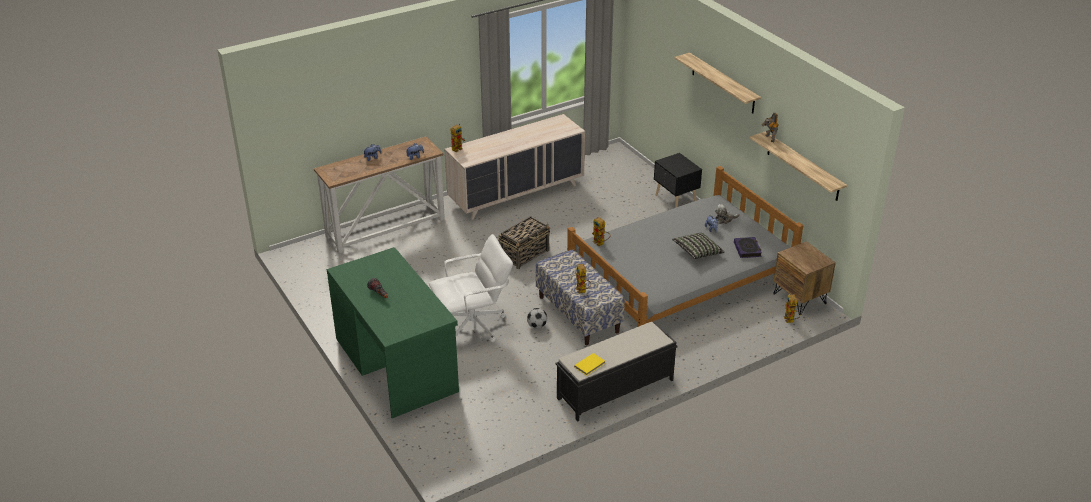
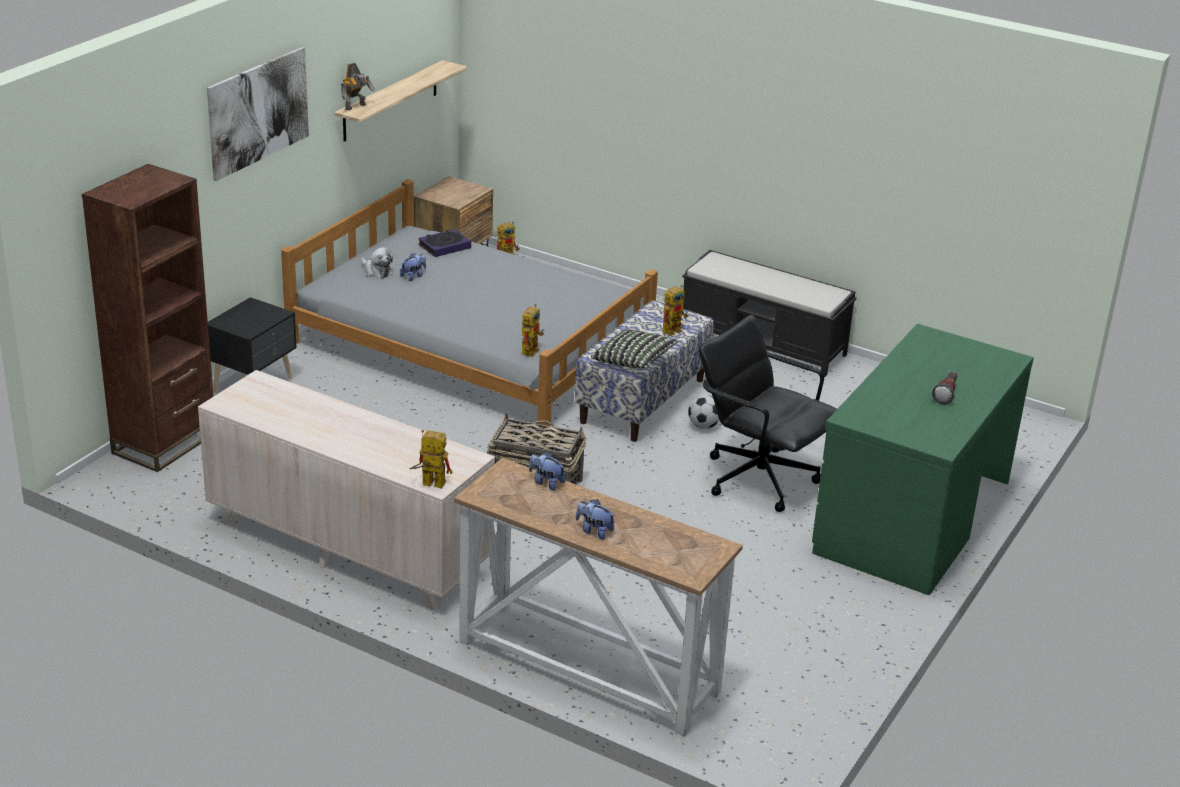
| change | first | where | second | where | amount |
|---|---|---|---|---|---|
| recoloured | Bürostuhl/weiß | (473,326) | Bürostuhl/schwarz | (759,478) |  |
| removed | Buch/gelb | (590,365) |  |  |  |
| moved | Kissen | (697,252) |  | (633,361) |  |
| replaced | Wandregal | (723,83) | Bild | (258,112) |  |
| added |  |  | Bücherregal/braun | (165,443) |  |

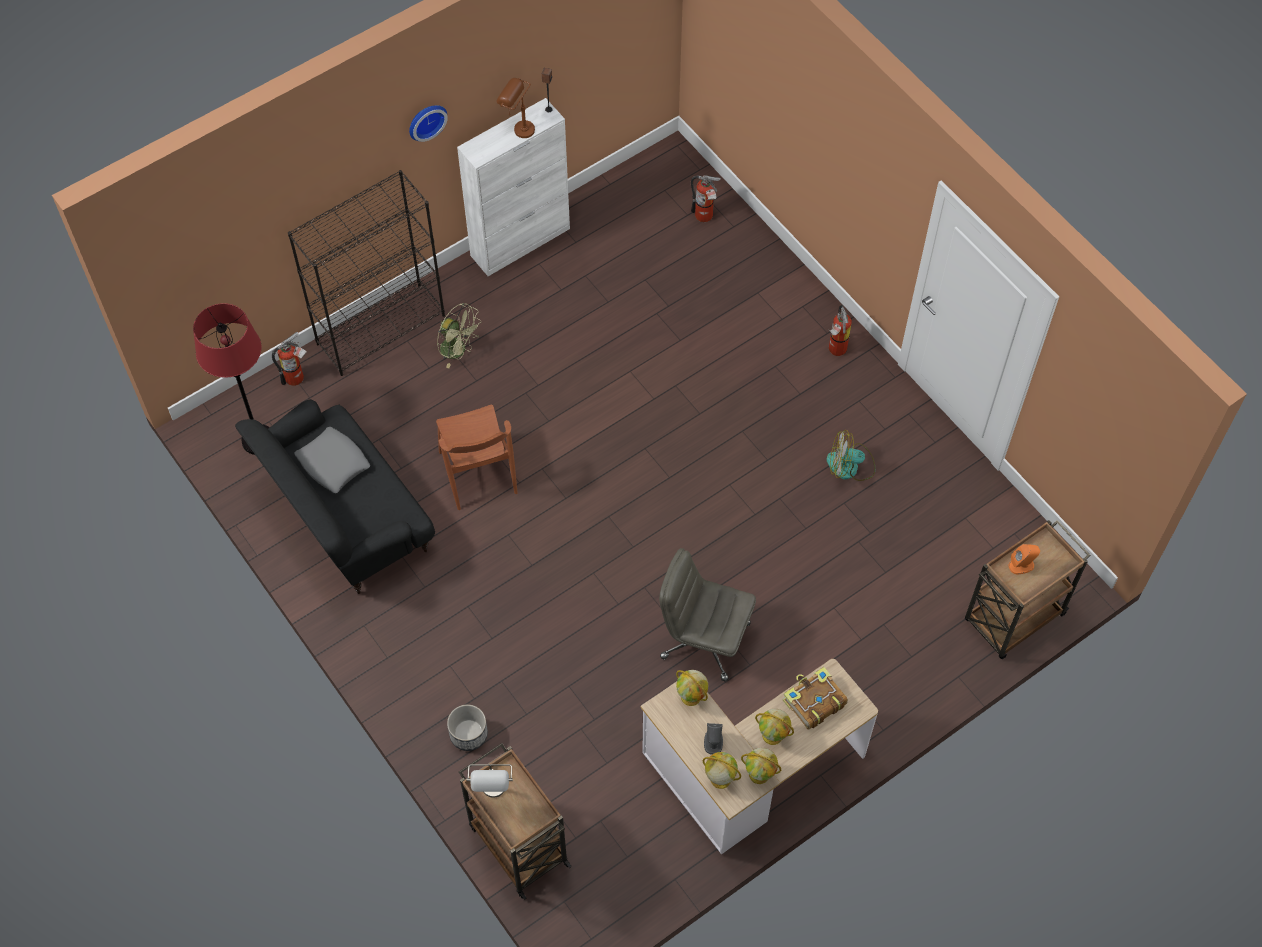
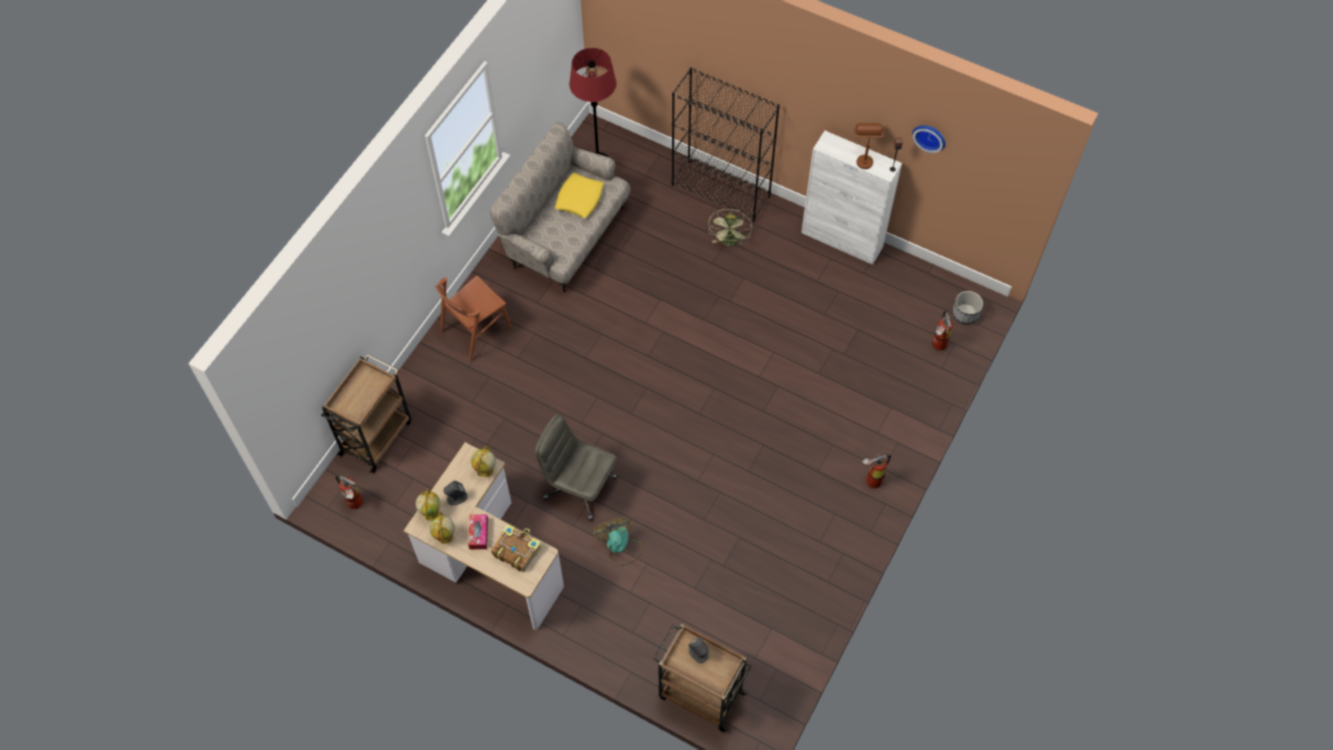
| change | first | where | second | where | amount |
|---|---|---|---|---|---|
| recoloured | Sofa/schwarz | (346,518) | Sofa/beige | (566,236) |  |
| moved | Feuerlöscher | (297,378) |  | (355,504) |  |
| recoloured | Kissen/grau | (333,463) | Kissen/gelb | (579,198) |  |
| moved | Wanduhr | (426,120) |  | (930,136) |  |
| moved | Stuhl/braun | (478,472) |  | (476,330) |  |
| moved | Pflanzkübel | (469,734) |  | (965,314) |  |
| removed | Tischlampe/grau | (494,794) |  |  |  |
| turned | Bürostuhl/grau | (704,640) |  | (579,487) | 60 degrees counterclockwise |
| replaced | Globus | (773,735) | Taschentuchbox | (478,534) |  |
| moved | Ventilator | (850,466) |  | (620,546) |  |
| recoloured | Lautsprecher/orange | (1021,565) | Lautsprecher/grau | (698,653) |  |

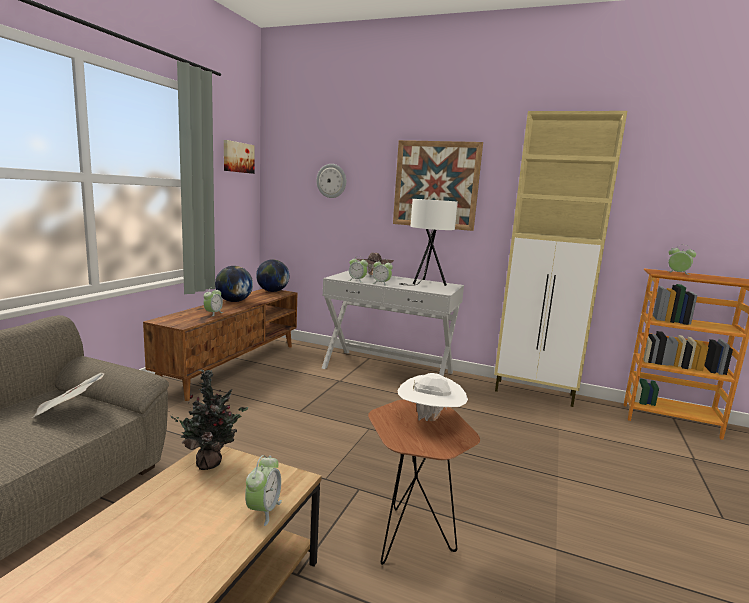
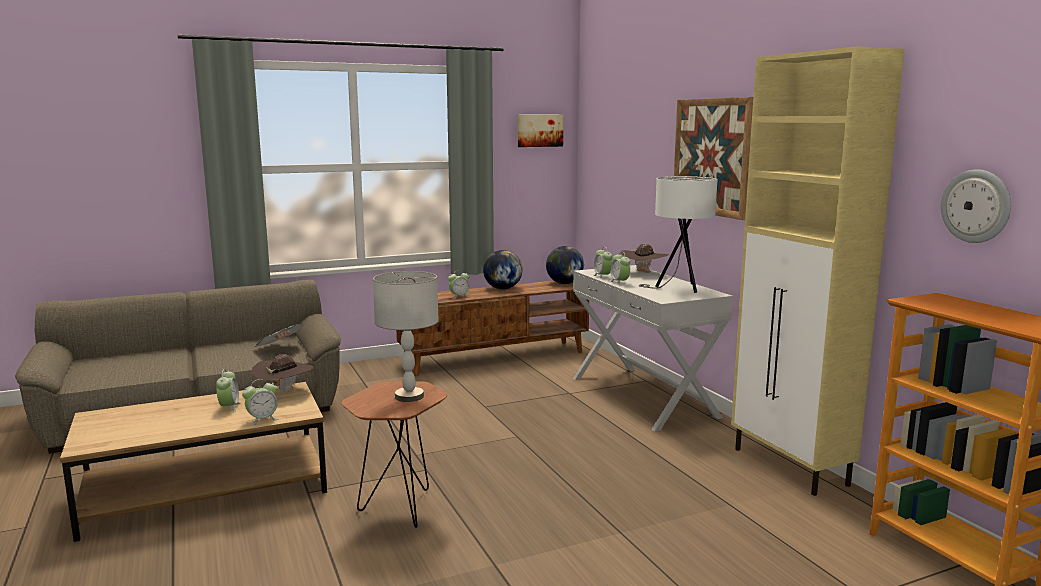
| change | first | where | second | where | amount |
|---|---|---|---|---|---|
| replaced | Topfpflanze | (210,462) | Hut/braun | (284,392) |  |
| moved | Wanduhr | (331,181) |  | (976,206) |  |
| replaced | Hut/weiß | (430,419) | Tischlampe/grau | (409,397) |  |
| moved | Wecker | (677,273) |  | (229,407) |  |

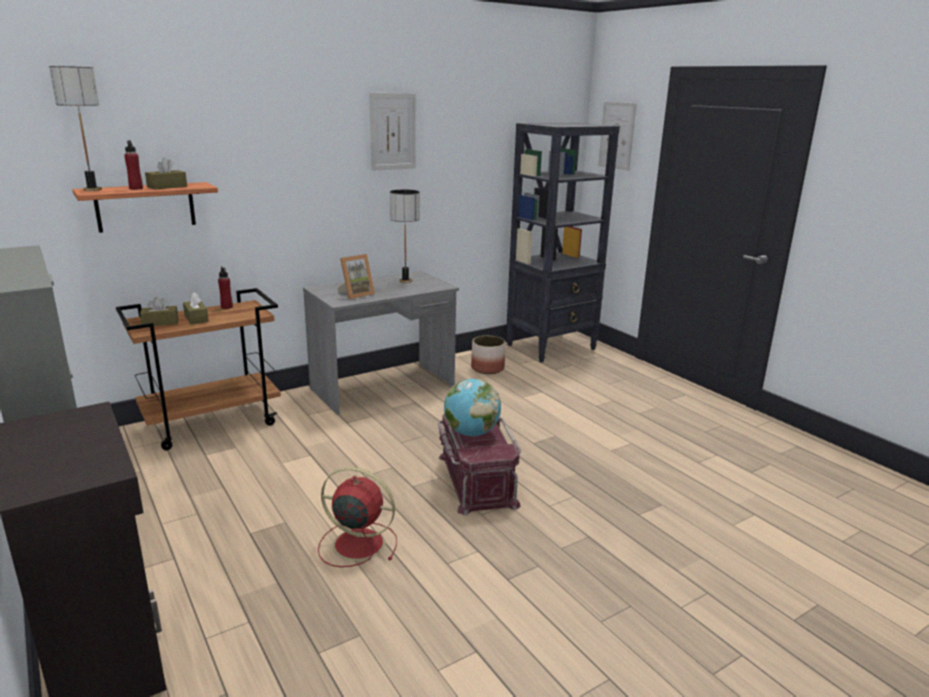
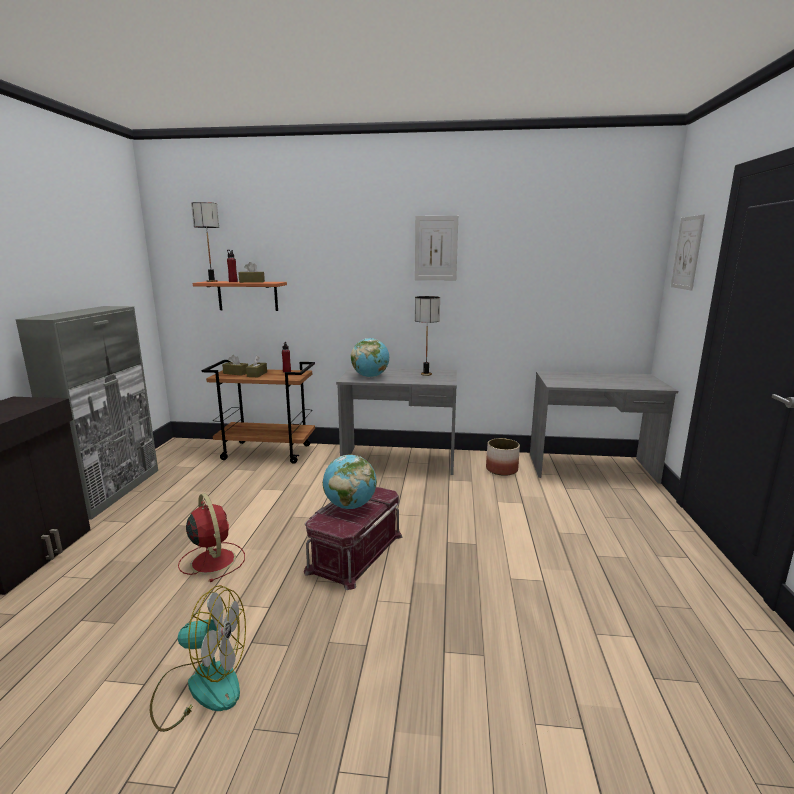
| change | first | where | second | where | amount |
|---|---|---|---|---|---|
| replaced | Bilderrahmen | (356,294) | Globus | (370,376) |  |
| replaced | Bücherregal/schwarz | (552,347) | Schreibtisch/grau | (591,468) |  |
| added |  |  | Ventilator | (201,686) |  |

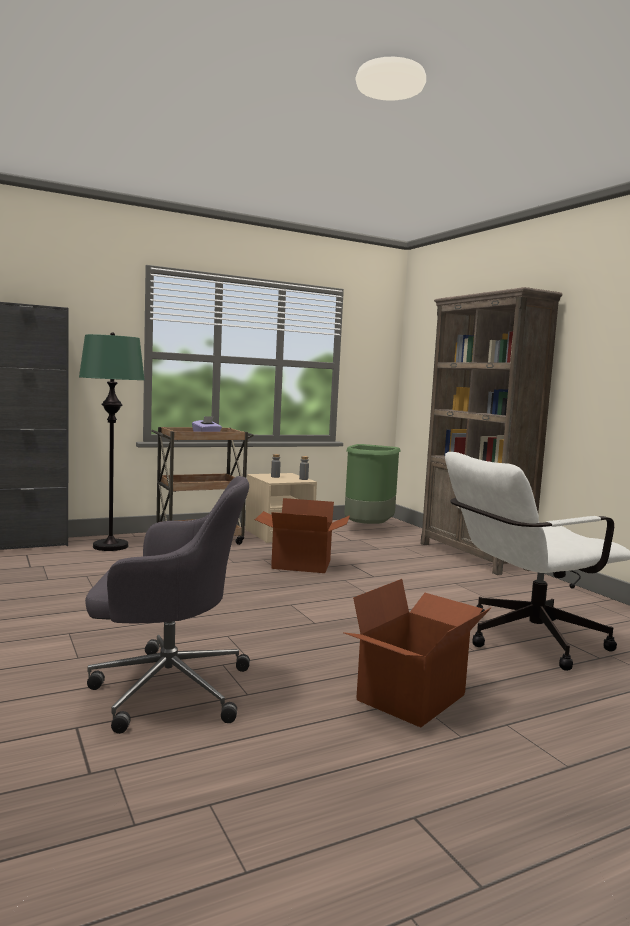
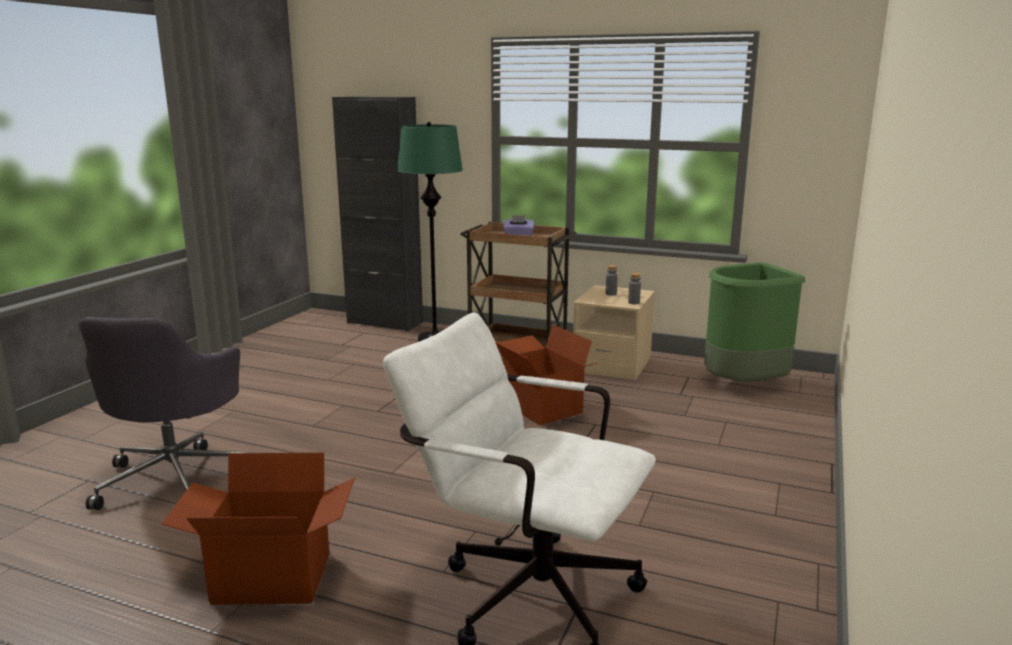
| change | first | where | second | where | amount |
|---|---|---|---|---|---|
| turned | Bürostuhl/grau | (166,688) |  | (177,478) | 45 degrees clockwise |
| removed | Bücherregal/braun | (473,556) |  |  |  |

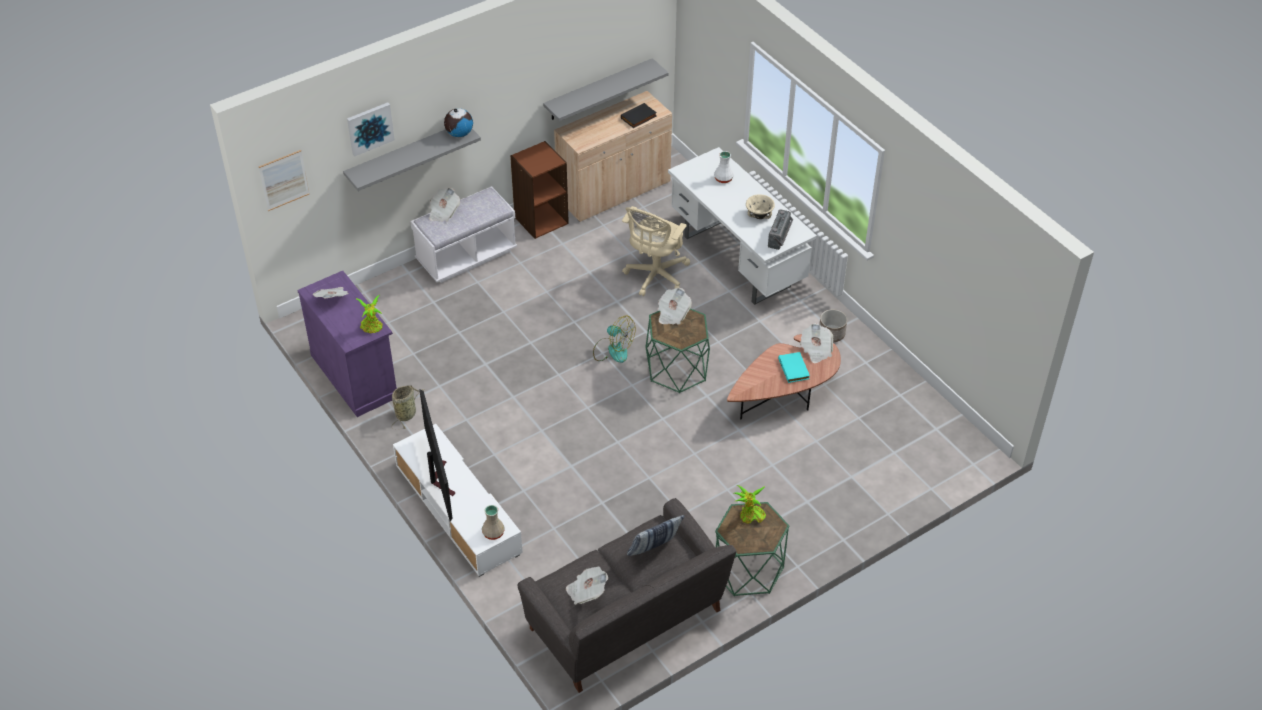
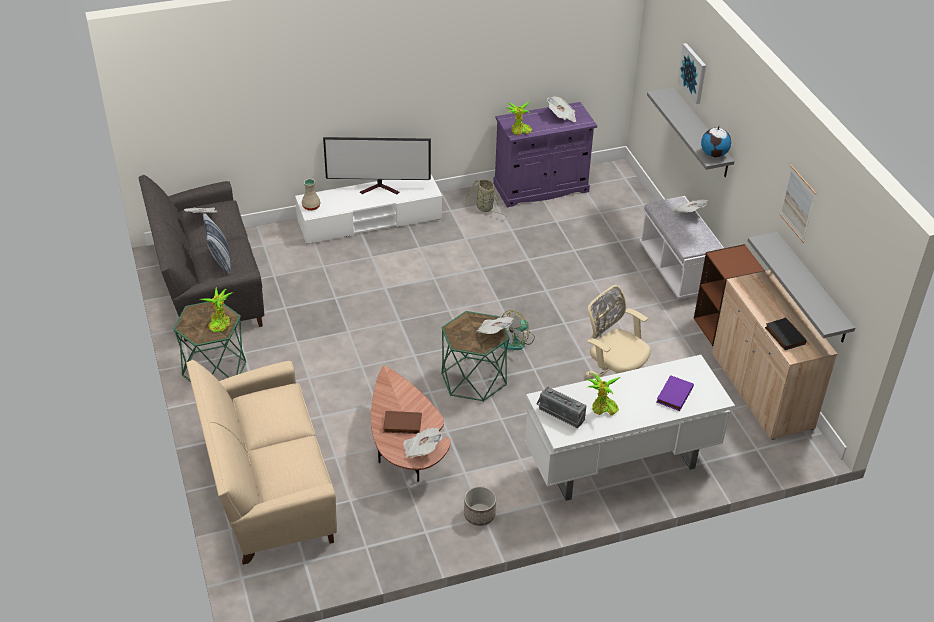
| change | first | where | second | where | amount |
|---|---|---|---|---|---|
| moved | Bild | (284,180) |  | (797,203) |  |
| replaced | Vase/weiß | (723,179) | Buch/lila | (673,394) |  |
| replaced | Schüssel/beige | (759,215) | Topfpflanze | (602,408) |  |
| recoloured | Buch/türkis | (794,369) | Buch/braun | (402,425) |  |
| added |  |  | Sofa/beige | (267,489) |  |

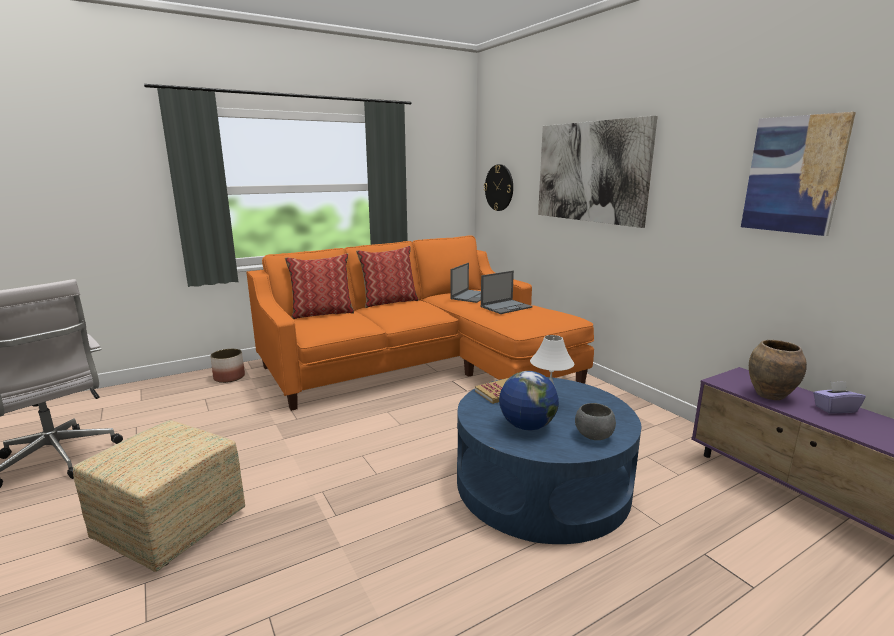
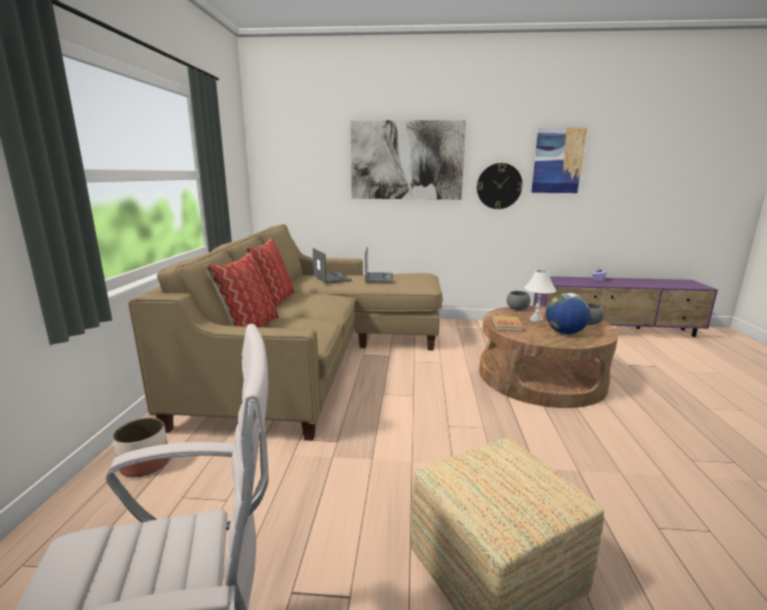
| change | first | where | second | where | amount |
|---|---|---|---|---|---|
| recoloured | Sofa/orange | (423,365) | Sofa/beige | (316,355) |  |
| recoloured | Couchtisch/blau | (541,482) | Couchtisch/braun | (540,376) |  |
| moved | Wanduhr | (499,187) |  | (499,186) |  |
| removed | Vase/braun | (769,395) |  |  |  |
| added |  |  | Schüssel/grau | (517,309) |  |

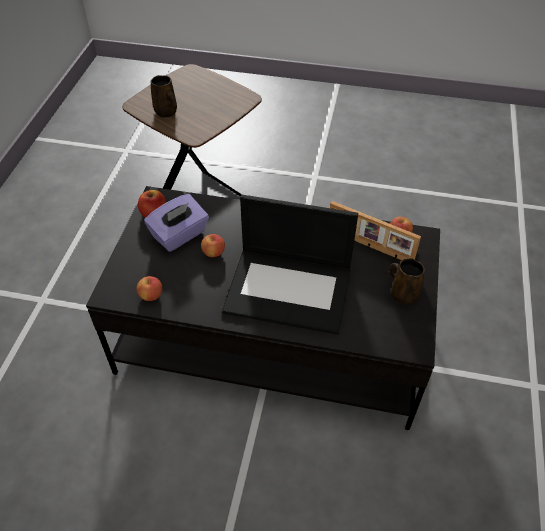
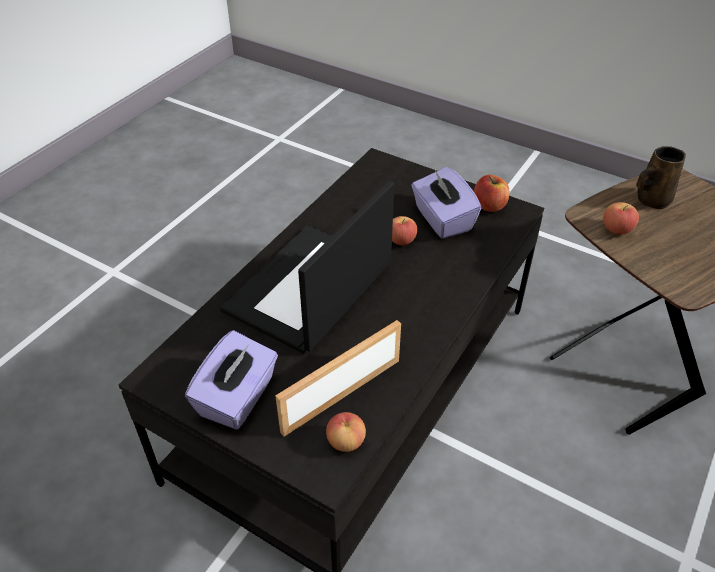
| change | first | where | second | where | amount |
|---|---|---|---|---|---|
| moved | Apfel | (151,295) |  | (616,229) |  |
| replaced | Henkelbecher/braun | (402,293) | Taschentuchbox/lila | (238,398) |  |

